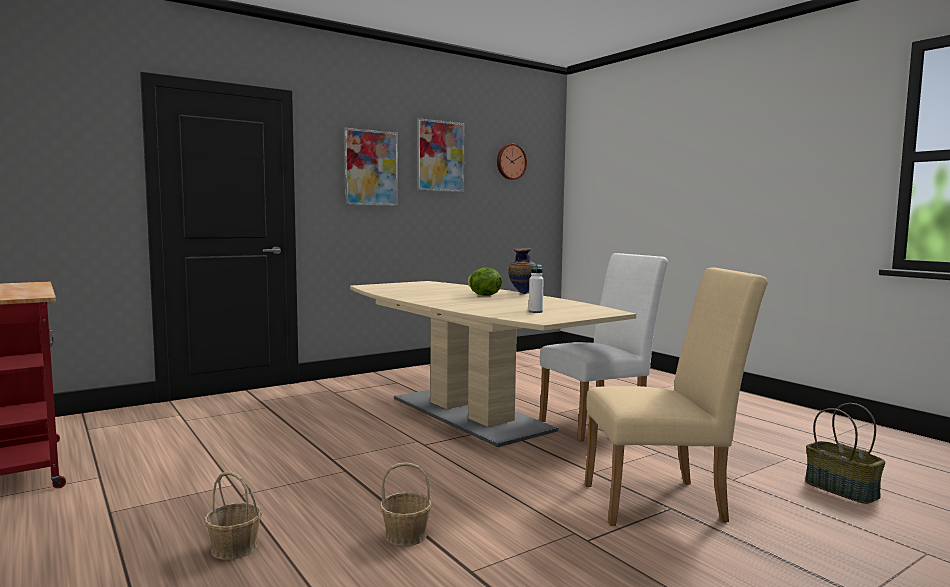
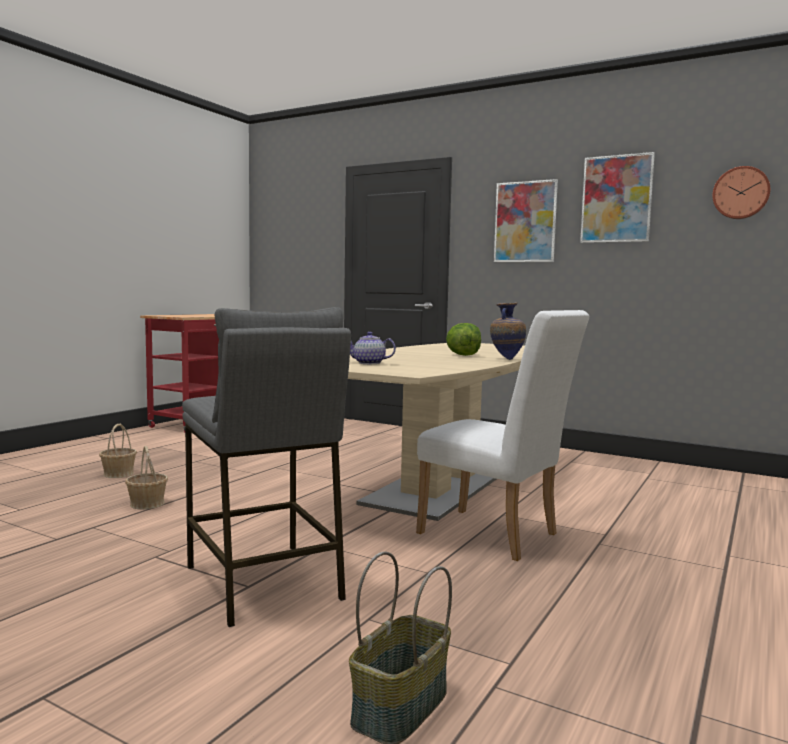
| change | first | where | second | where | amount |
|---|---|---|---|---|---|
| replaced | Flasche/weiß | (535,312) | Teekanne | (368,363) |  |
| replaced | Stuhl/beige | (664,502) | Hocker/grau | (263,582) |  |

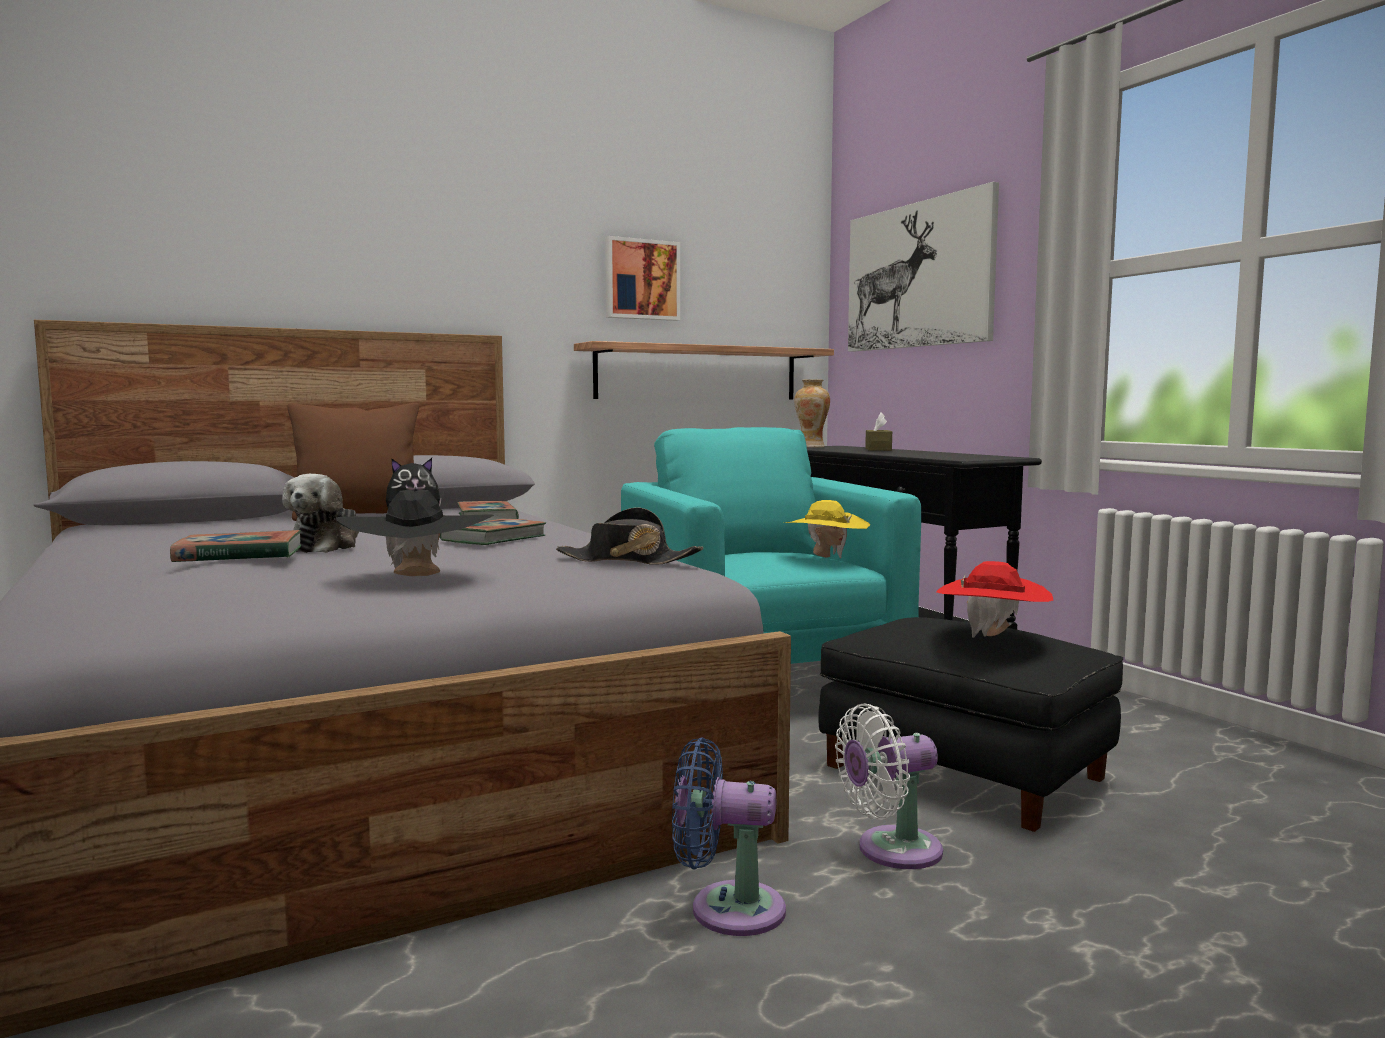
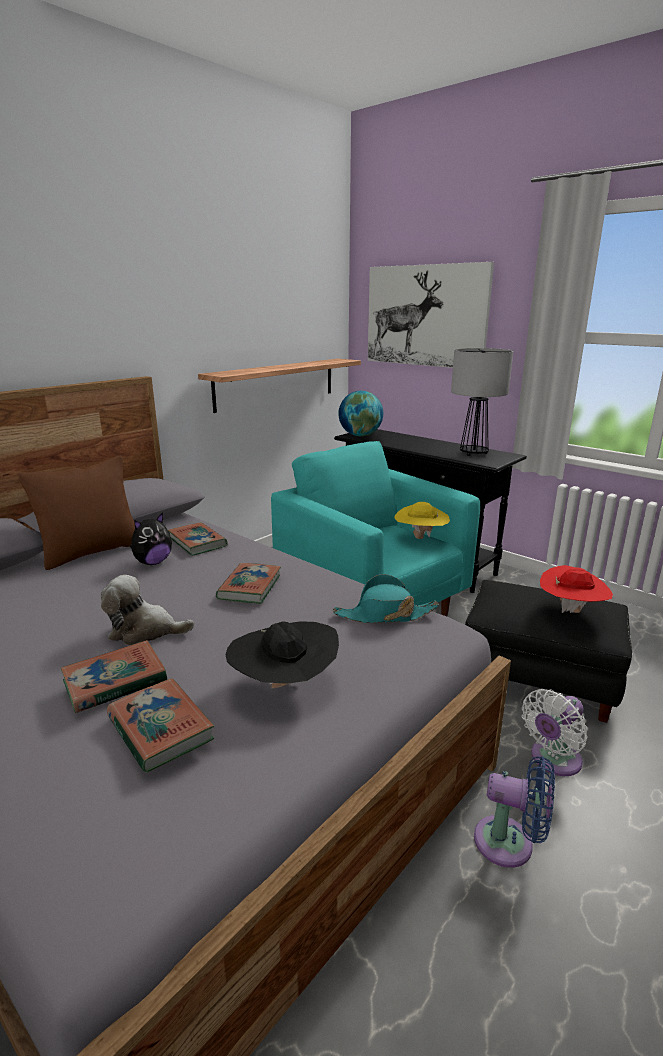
| change | first | where | second | where | amount |
|---|---|---|---|---|---|
| turned | Plüschtier | (326,546) |  | (144,631) | 105 degrees clockwise |
| recoloured | Hut/schwarz | (627,561) | Hut/türkis | (385,615) |  |
| removed | Bild | (641,280) |  |  |  |
| turned | Ventilator/blau | (727,908) |  | (510,843) | 150 degrees counterclockwise |
| replaced | Vase | (811,447) | Globus | (360,435) |  |
| removed | Taschentuchbox/braun | (878,449) |  |  |  |
| added |  |  | Buch | (160,728) |  |
| added |  |  | Tischlampe | (473,453) |  |

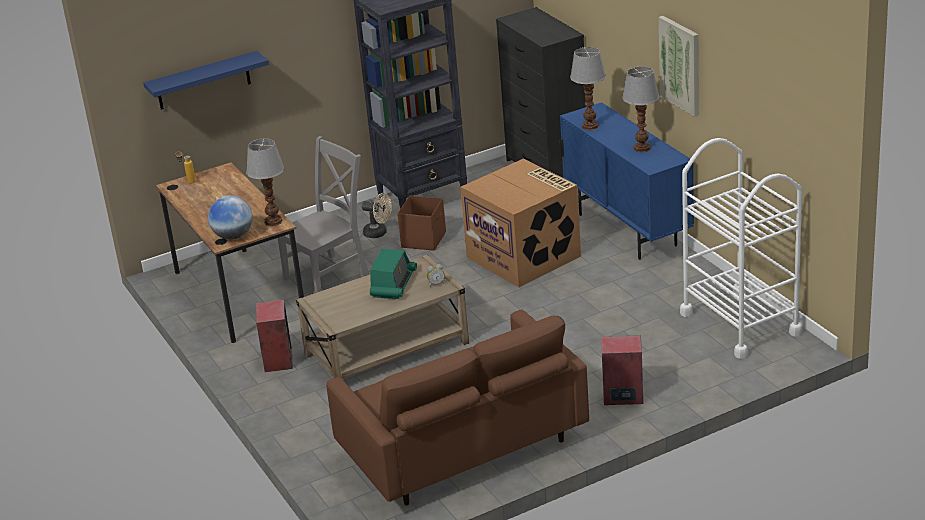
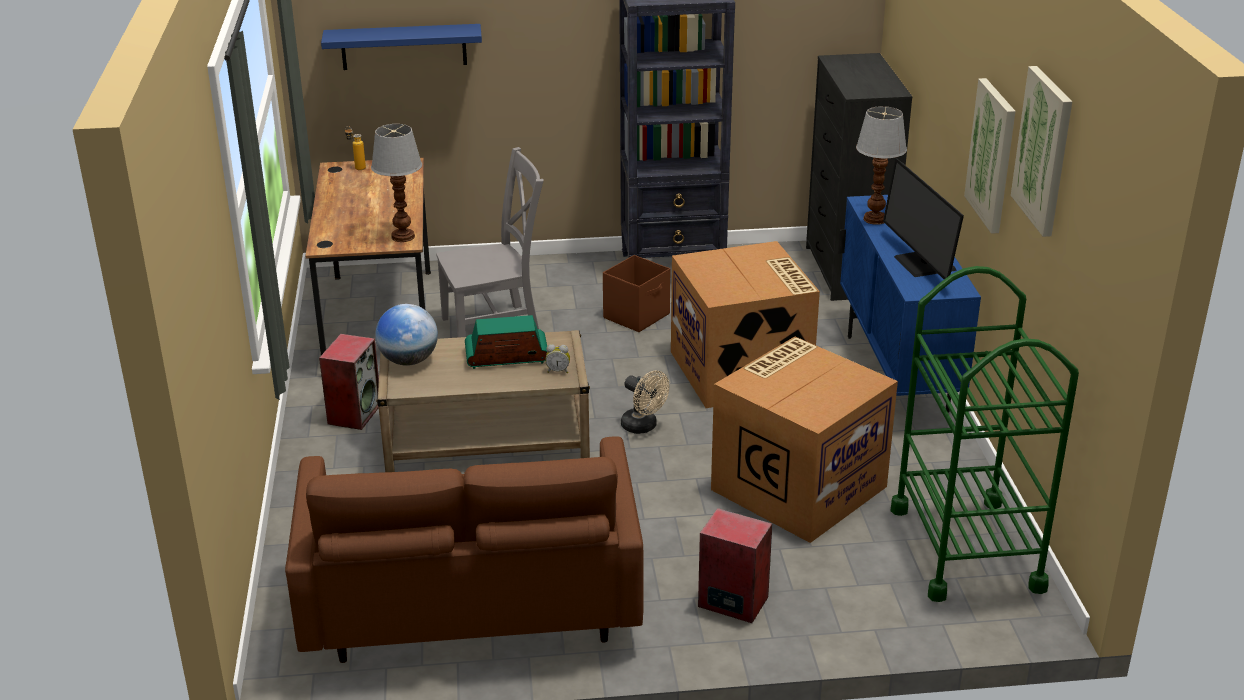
| change | first | where | second | where | amount |
|---|---|---|---|---|---|
| moved | Globus | (233,236) |  | (409,361) |  |
| moved | Ventilator/beige | (379,233) |  | (643,427) |  |
| turned | Radio | (393,284) |  | (507,357) | 135 degrees counterclockwise |
| replaced | Tischlampe | (642,148) | Monitor | (923,263) |  |
| recoloured | Rollwagen/weiß | (740,323) | Rollwagen/grün | (966,548) |  |
| added |  |  | Karton | (798,486) |  |
| added |  |  | Bild | (1044,150) |  |

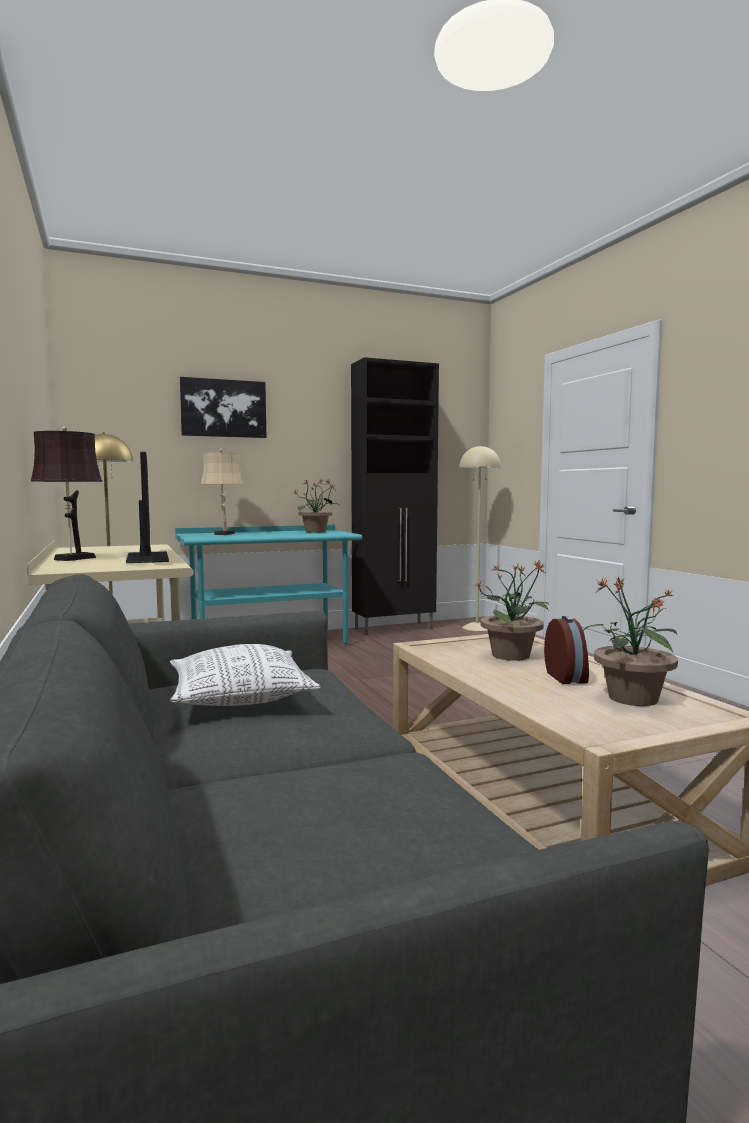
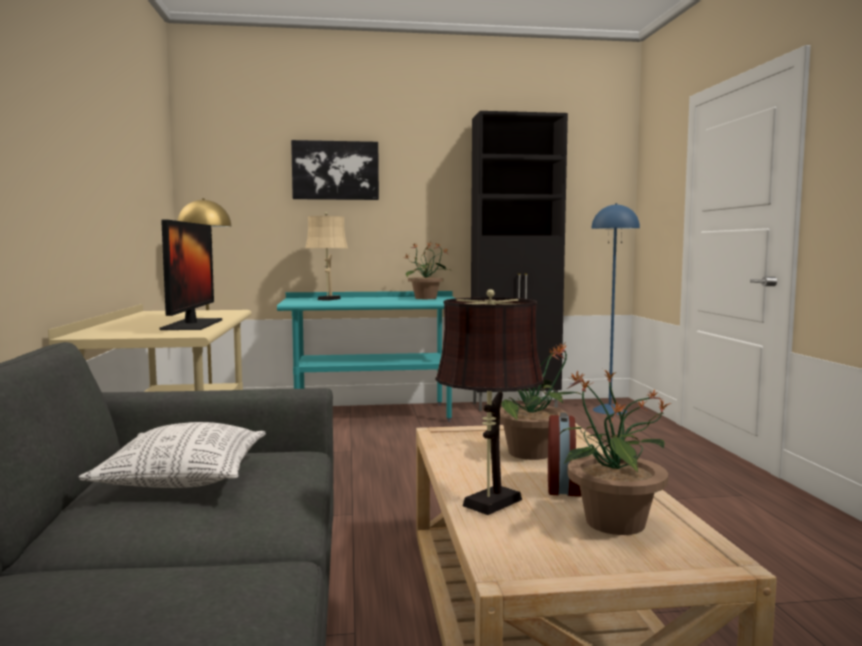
| change | first | where | second | where | amount |
|---|---|---|---|---|---|
| moved | Tischlampe/braun | (71,559) |  | (488,504) |  |
| recoloured | Stehlampe/beige | (477,627) | Stehlampe/blau | (610,410) |  |

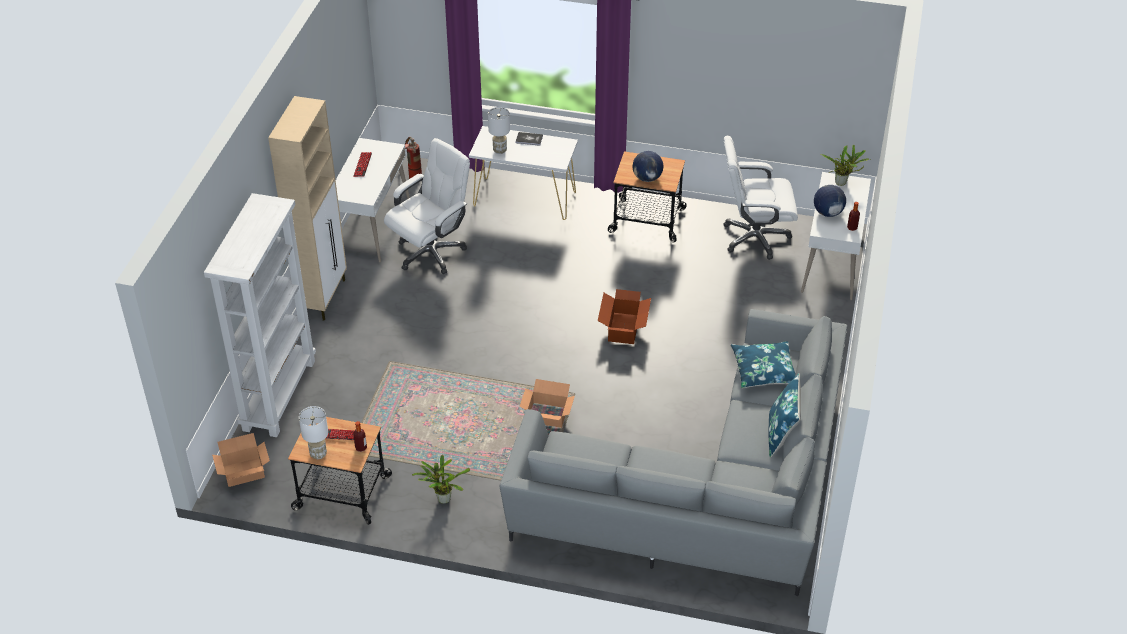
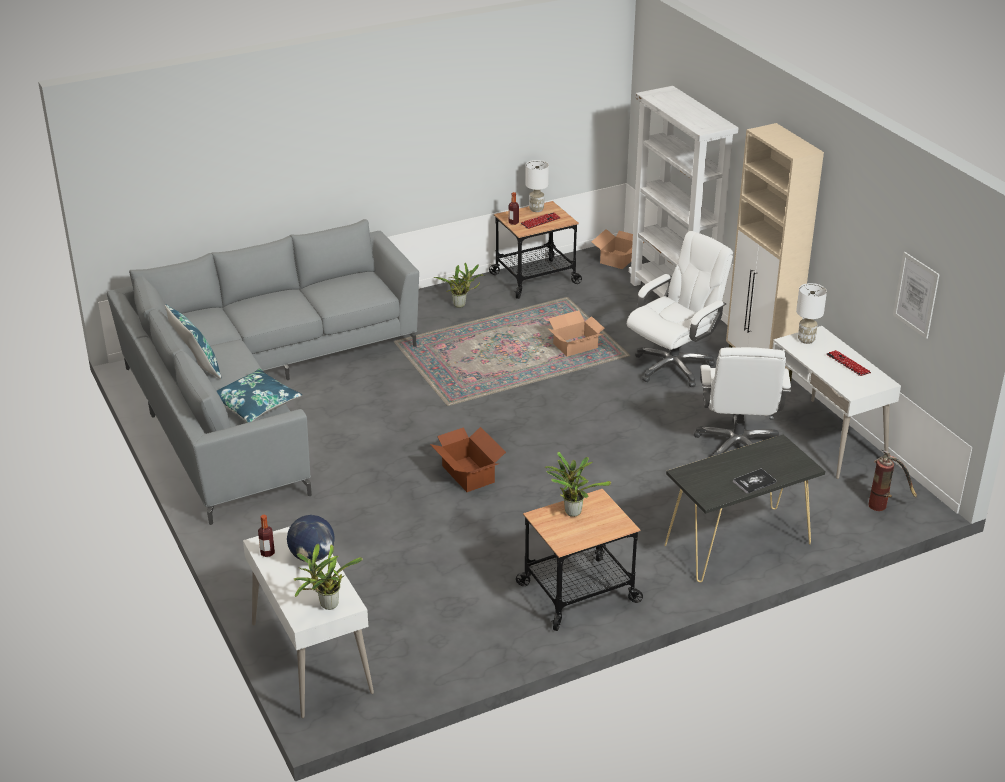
| change | first | where | second | where | amount |
|---|---|---|---|---|---|
| recoloured | Konsolentisch/weiß | (525,199) | Konsolentisch/schwarz | (737,544) |  |
| moved | Tischlampe/weiß | (500,150) |  | (806,340) |  |
| moved | Karton | (547,416) |  | (574,346) |  |
| replaced | Globus | (647,178) | Topfpflanze | (572,511) |  |
| moved | Bürostuhl/weiß | (754,238) |  | (673,366) |  |
| added |  |  | Bild | (916,295) |  |

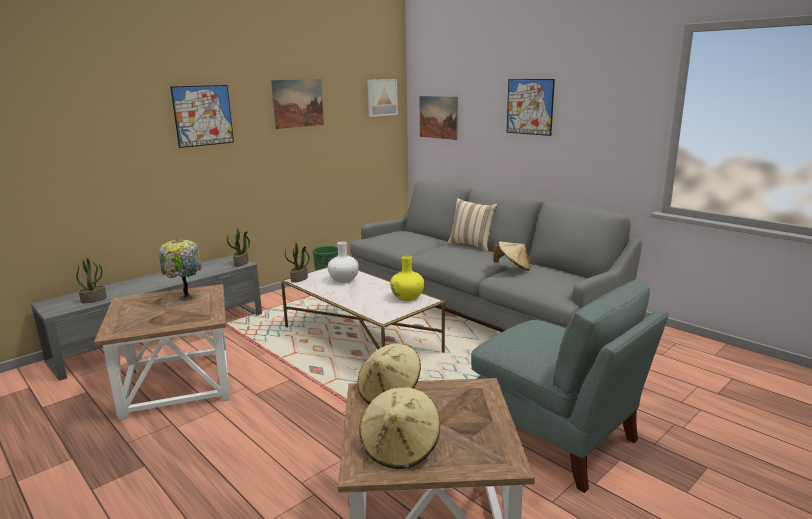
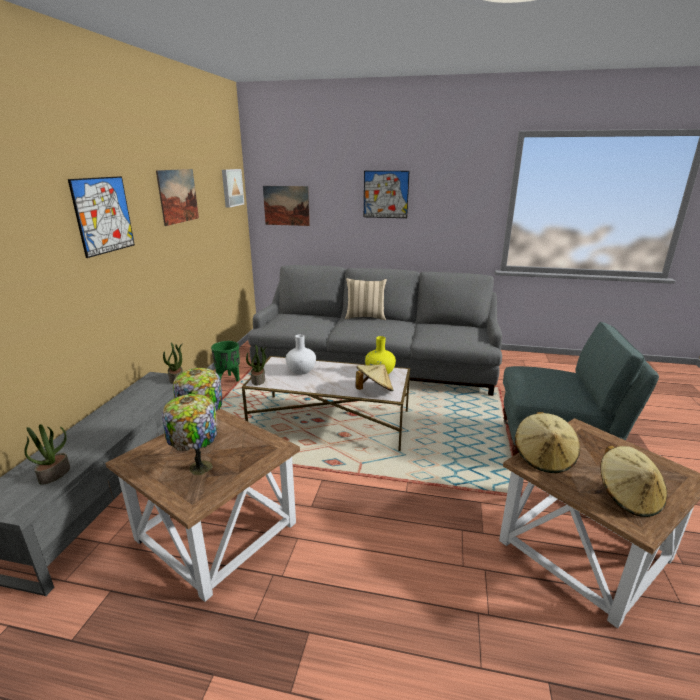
| change | first | where | second | where | amount |
|---|---|---|---|---|---|
| moved | Hut/beige | (513,268) |  | (374,390) |  |
| added |  |  | Tischlampe | (198,467) |  |

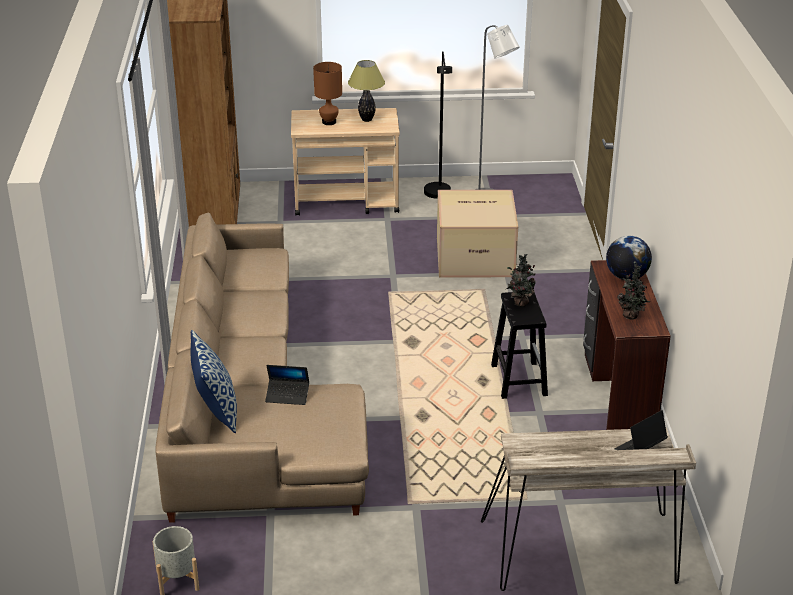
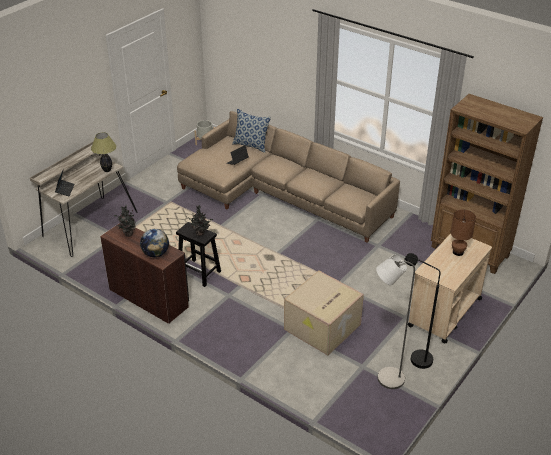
| change | first | where | second | where | amount |
|---|---|---|---|---|---|
| moved | Tischlampe | (366,120) |  | (107,170) |  |

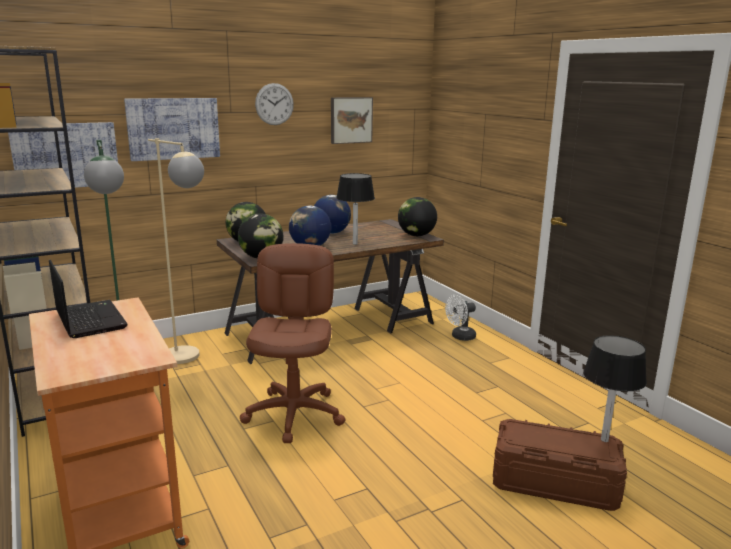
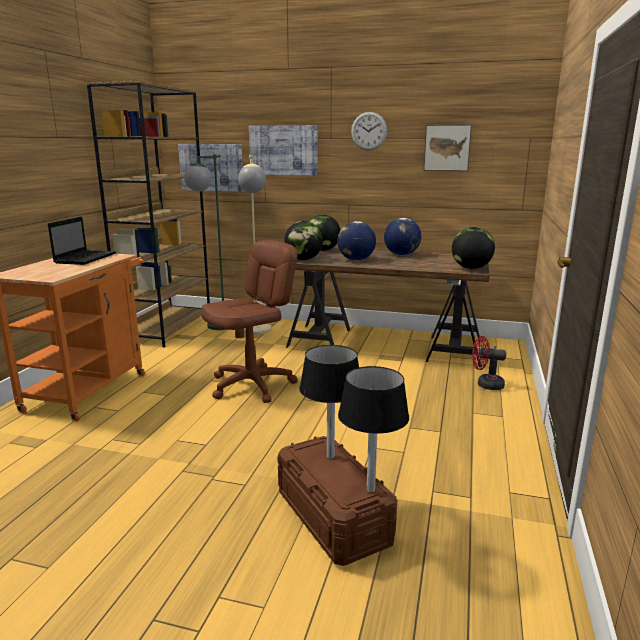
| change | first | where | second | where | amount |
|---|---|---|---|---|---|
| moved | Tischlampe/schwarz | (355,244) |  | (330,456) |  |
| recoloured | Ventilator/weiß | (460,337) | Ventilator/rot | (485,384) |  |

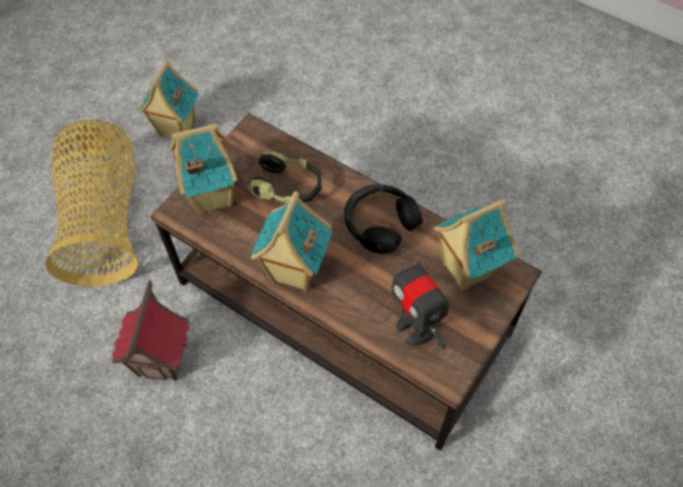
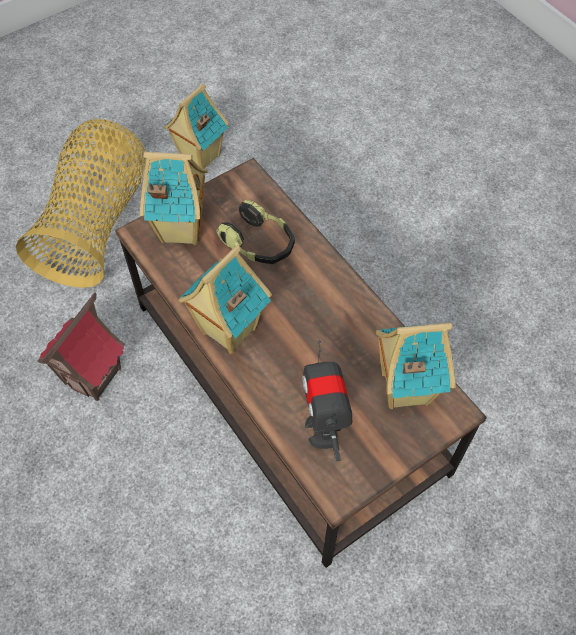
| change | first | where | second | where | amount |
|---|---|---|---|---|---|
| removed | Kopfhörer/schwarz | (380,223) |  |  |  |

